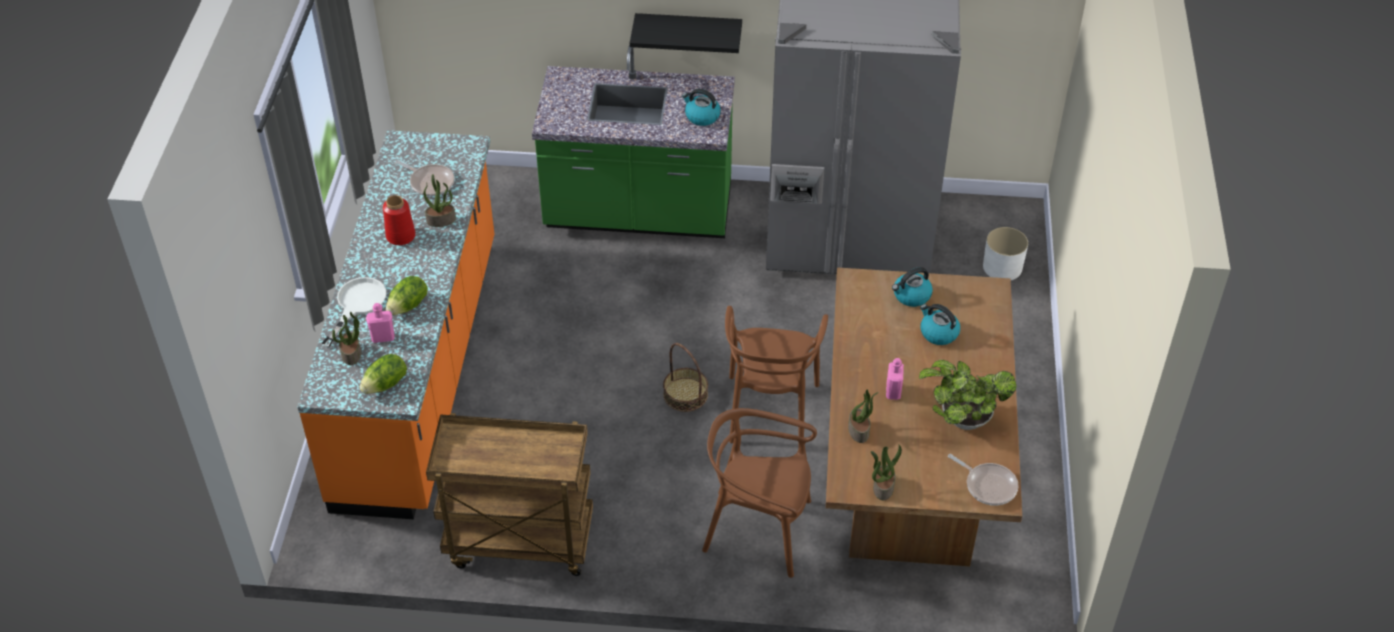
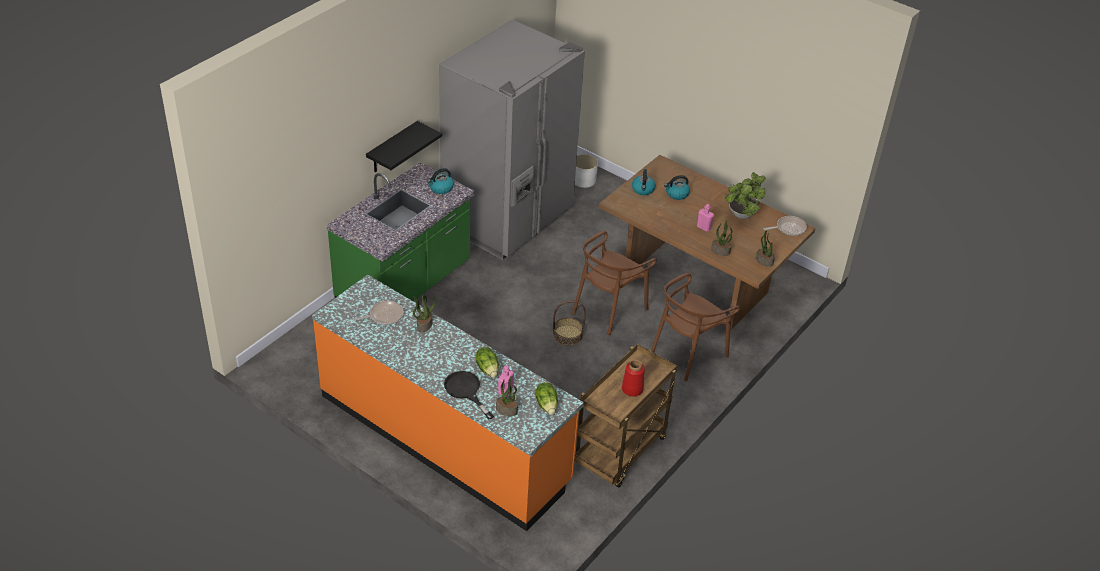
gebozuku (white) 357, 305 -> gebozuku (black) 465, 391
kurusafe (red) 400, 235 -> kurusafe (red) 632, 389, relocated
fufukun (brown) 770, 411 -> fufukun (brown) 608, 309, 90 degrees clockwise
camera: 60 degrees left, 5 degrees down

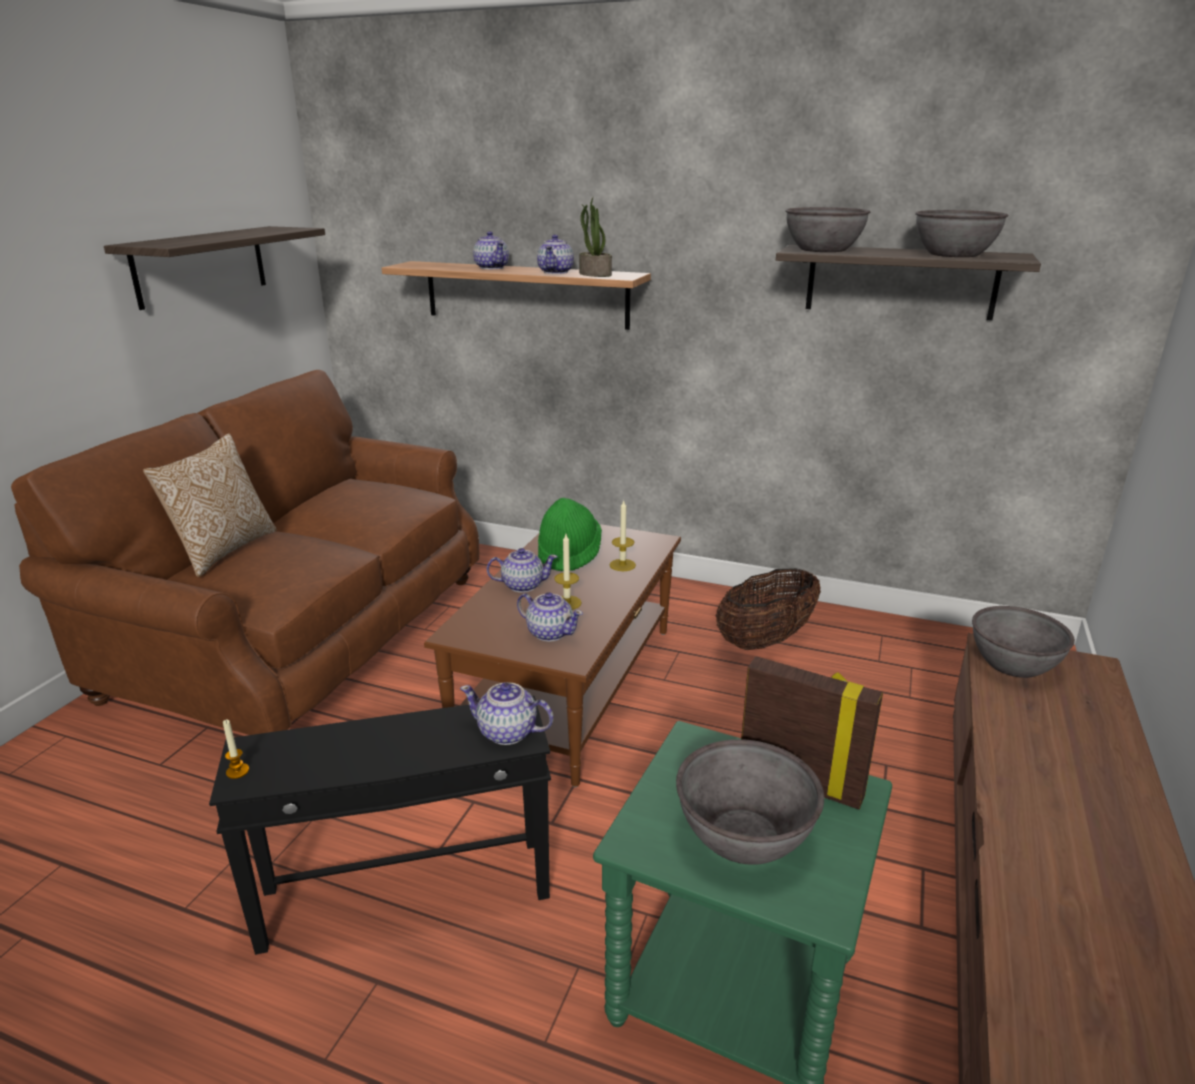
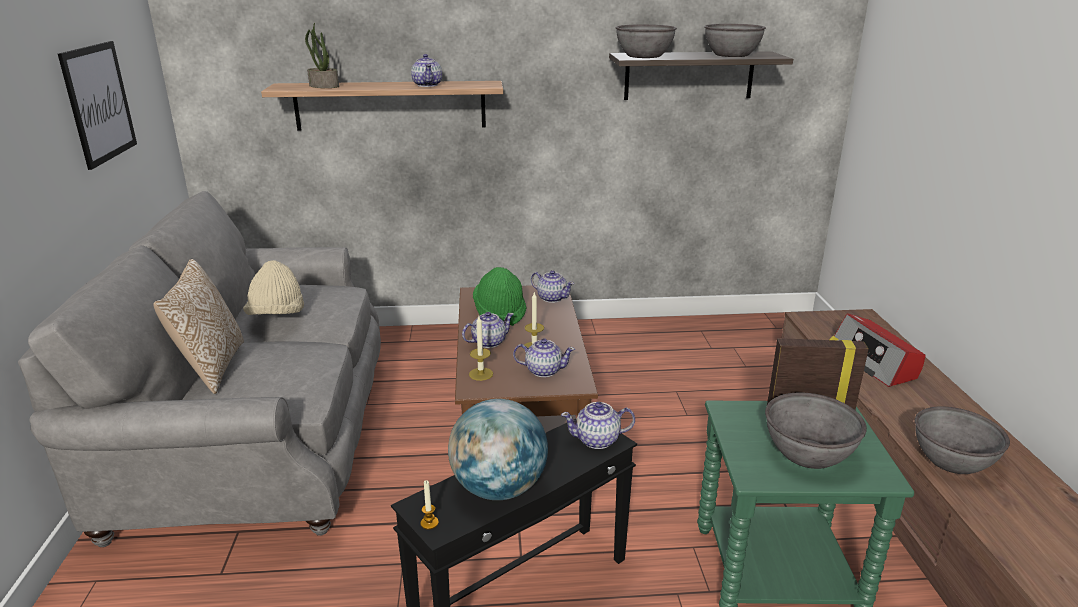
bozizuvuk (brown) 304, 636 -> bozizuvuk (grey) 261, 436
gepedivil 201, 266 -> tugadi 99, 103
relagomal 492, 267 -> relagomal 552, 298, relocated
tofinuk 594, 274 -> tofinuk 323, 86, relocated
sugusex 622, 565 -> sugusex 481, 374, relocated
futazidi 765, 640 -> none
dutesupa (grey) 1013, 664 -> dutesupa (grey) 952, 460, relocated
none -> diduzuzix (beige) 277, 316
none -> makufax 498, 488
none -> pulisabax 874, 362
camera: 25 degrees left, 0 degrees up

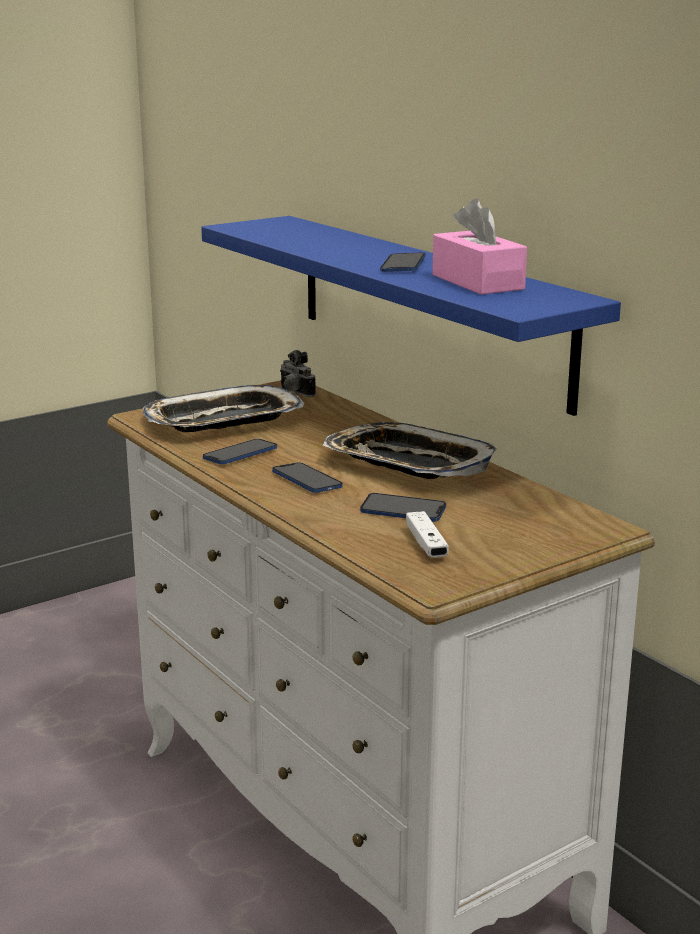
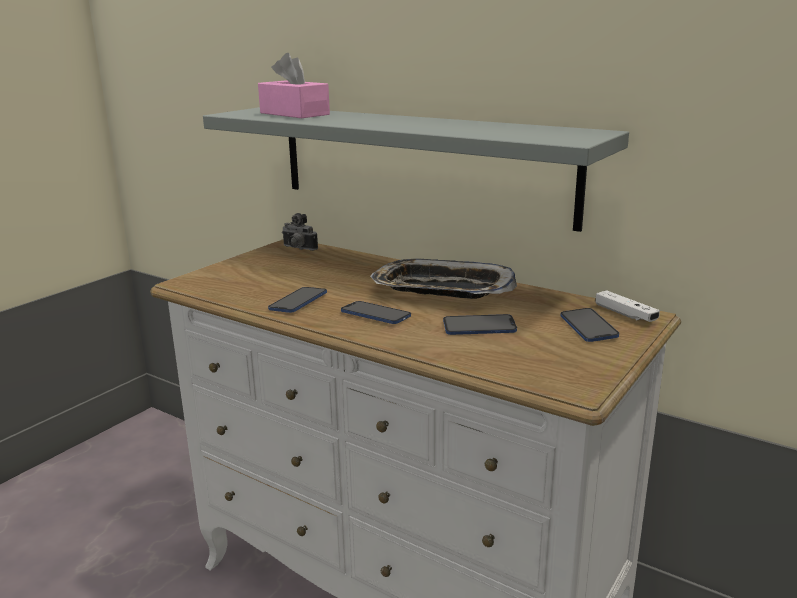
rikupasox 223, 421 -> none
gepedivil (blue) 428, 306 -> gepedivil (grey) 420, 162
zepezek 403, 265 -> zepezek 588, 327, relocated
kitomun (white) 426, 544 -> kitomun (white) 625, 314, relocated
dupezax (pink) 477, 282 -> dupezax (pink) 294, 114, relocated
camera: 20 degrees left, 0 degrees up

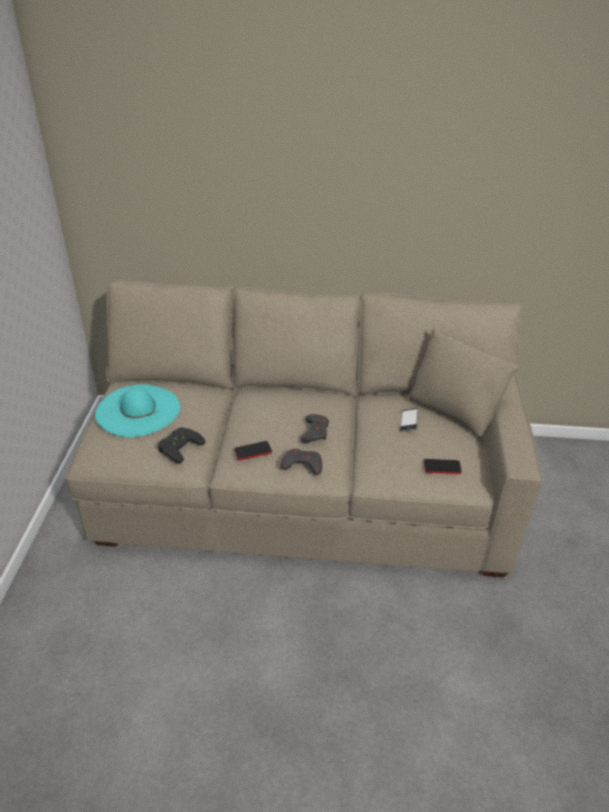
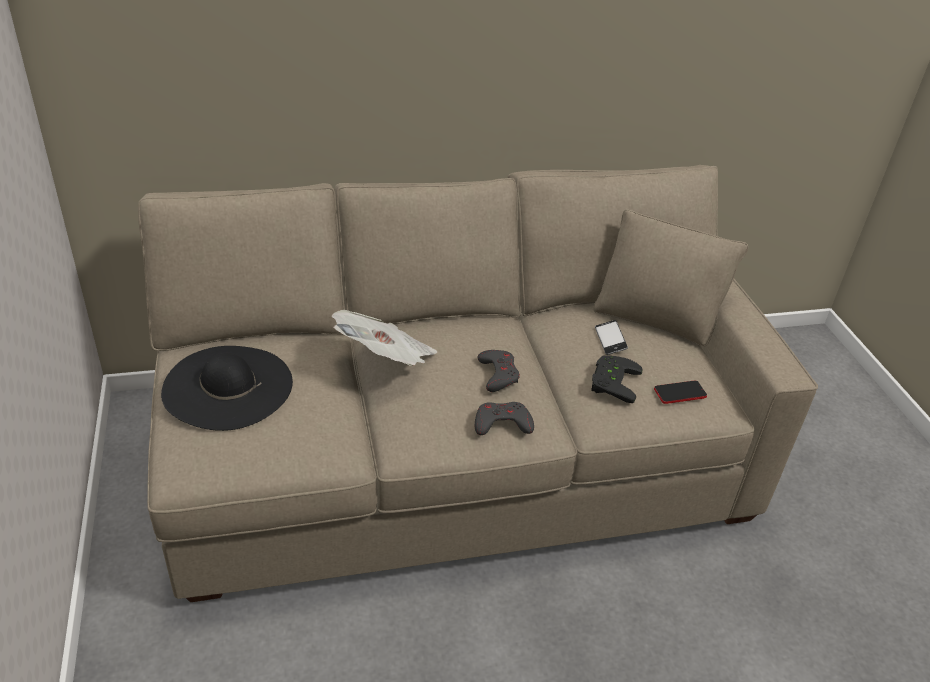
diduzuzix (turquoise) 138, 410 -> diduzuzix (black) 227, 386
kitomun (black) 178, 446 -> kitomun (black) 611, 381, relocated
zepezek 253, 451 -> none
none -> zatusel 385, 359
camera: 20 degrees left, 0 degrees up

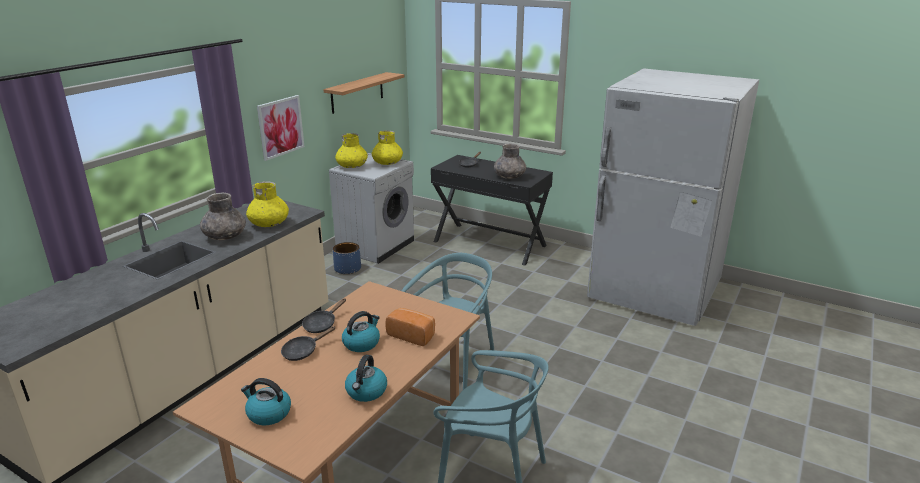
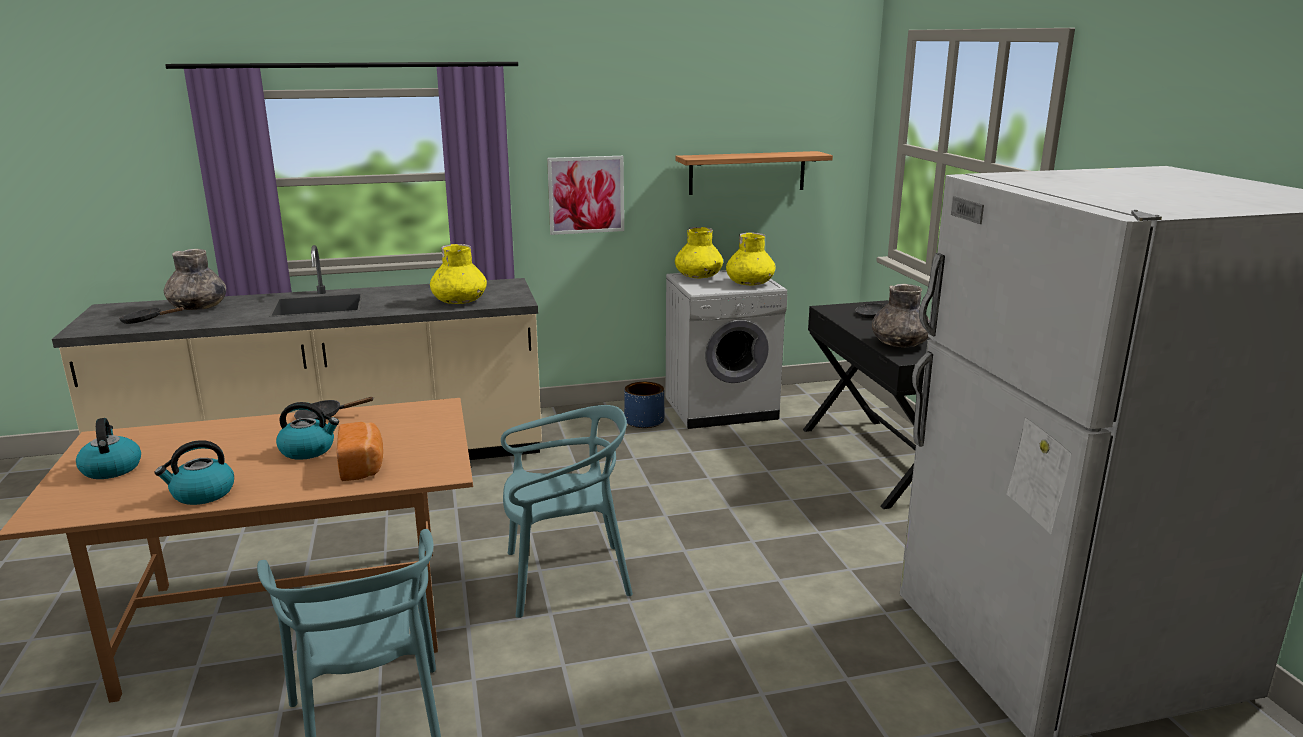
kurusafe (grey) 225, 236 -> kurusafe (grey) 198, 308, relocated
gebozuku (black) 303, 351 -> gebozuku (black) 146, 321, relocated
camera: 45 degrees right, 5 degrees down

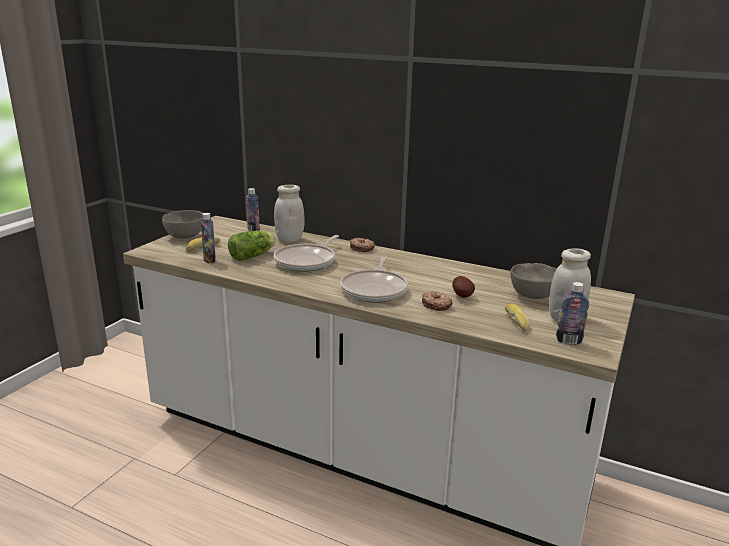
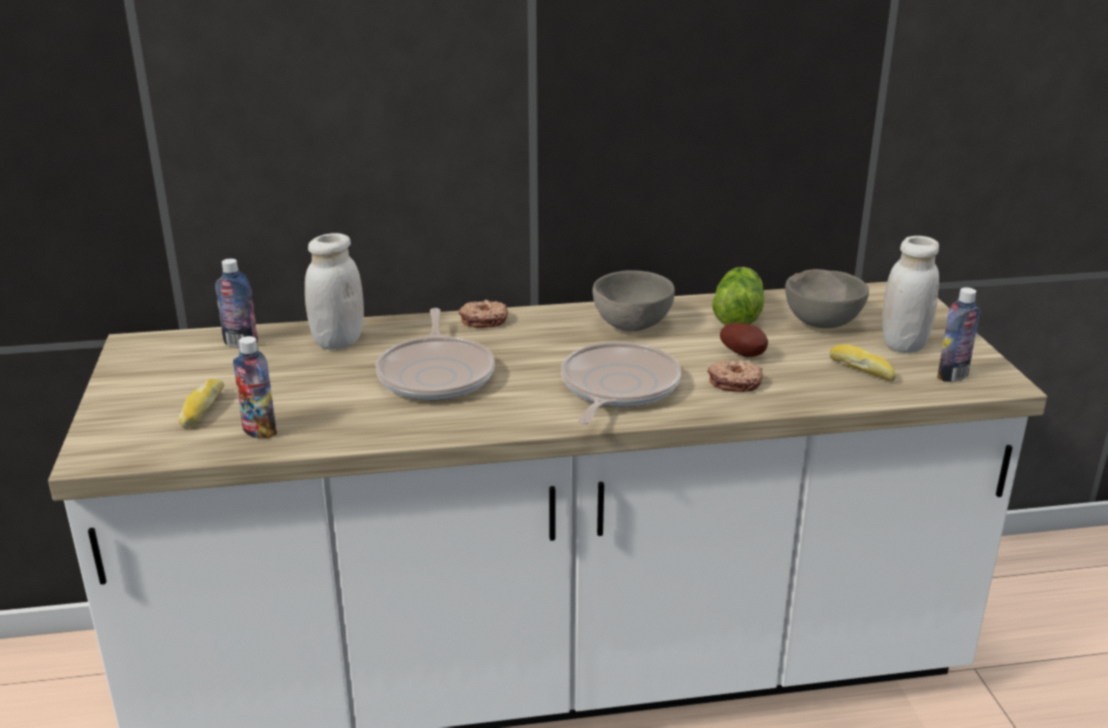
dutesupa (grey) 185, 236 -> dutesupa (grey) 630, 325, relocated
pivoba 253, 256 -> pivoba 738, 314, relocated
gebozuku 375, 289 -> gebozuku 617, 388, 135 degrees counterclockwise
camera: 35 degrees left, 5 degrees up

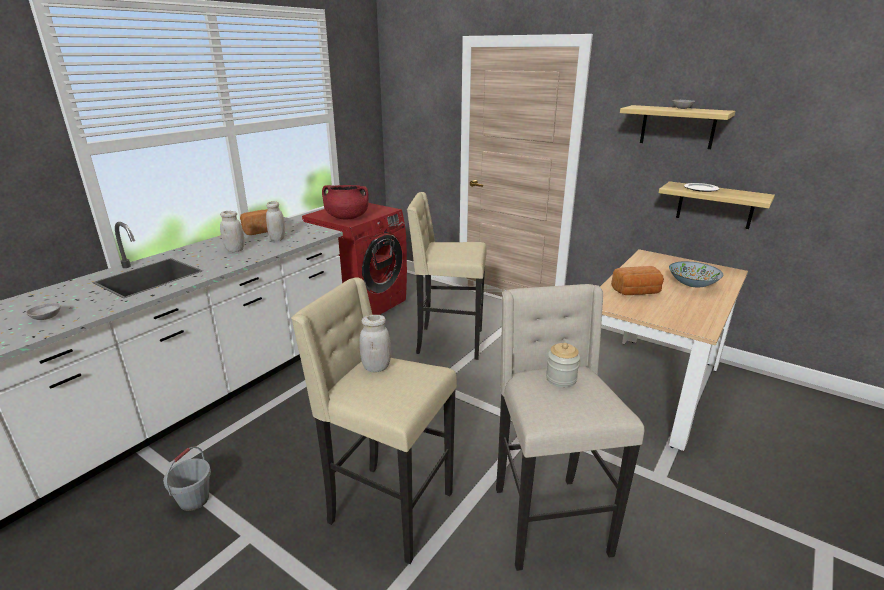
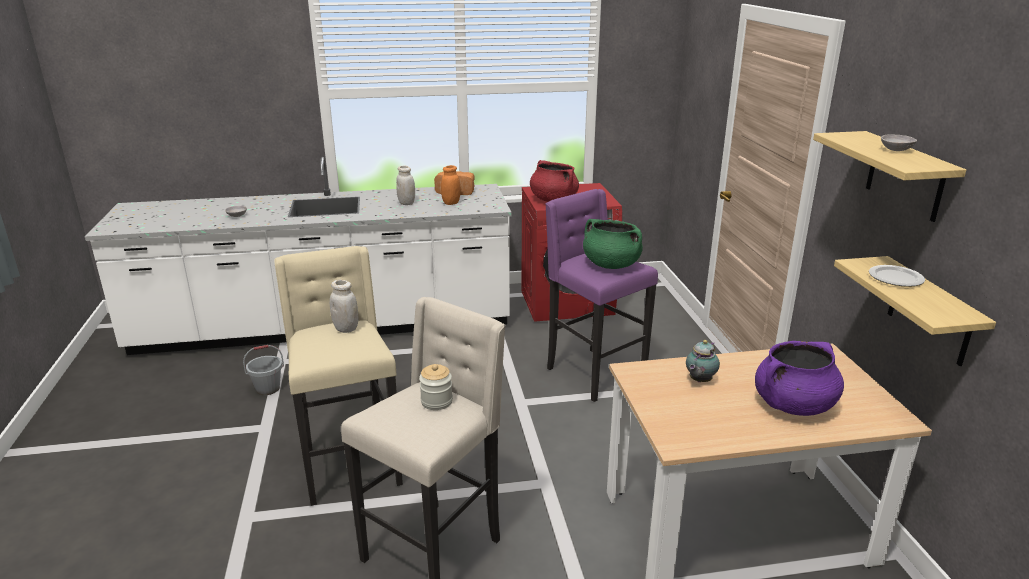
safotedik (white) 277, 239 -> safotedik (orange) 451, 203
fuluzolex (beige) 448, 342 -> fuluzolex (purple) 593, 373
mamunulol 637, 292 -> relagomal 699, 381
dutesupa 692, 284 -> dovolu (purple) 793, 405
none -> dovolu (green) 610, 264
camera: 45 degrees right, 0 degrees up

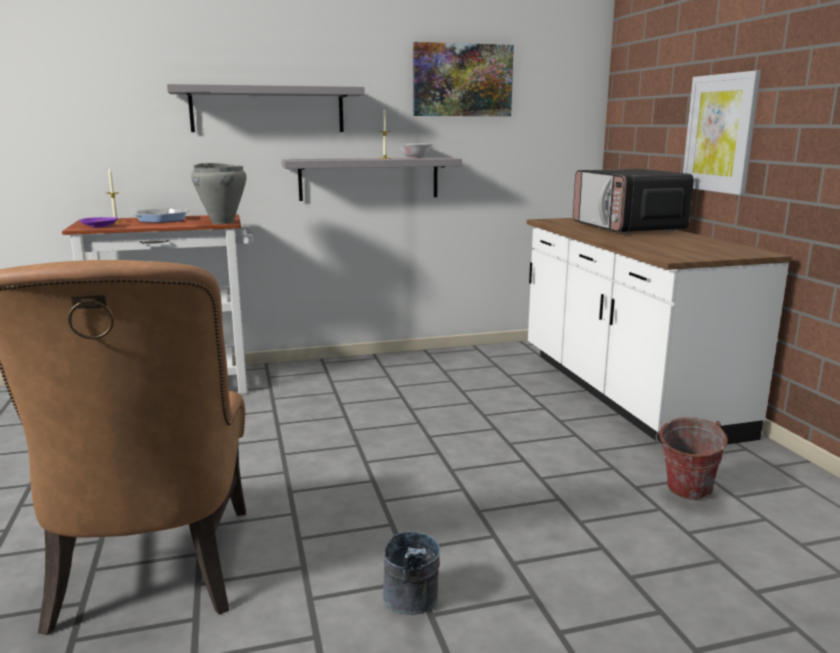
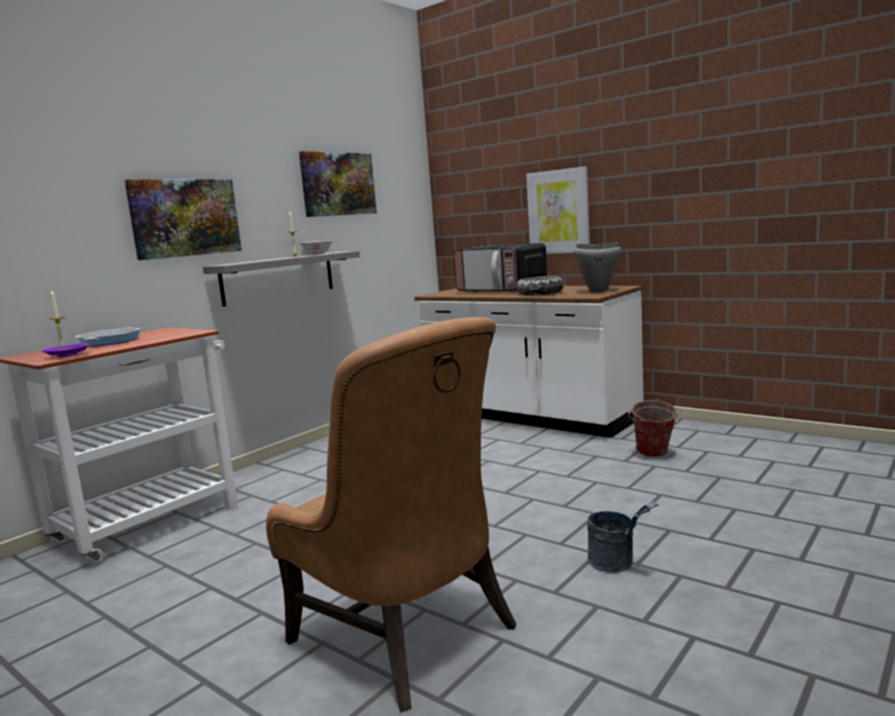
gepedivil (grey) 268, 109 -> tugadi 185, 218
dovolu (grey) 223, 222 -> dovolu (grey) 598, 291, relocated
none -> dutesupa 540, 293
camera: 35 degrees left, 5 degrees down

